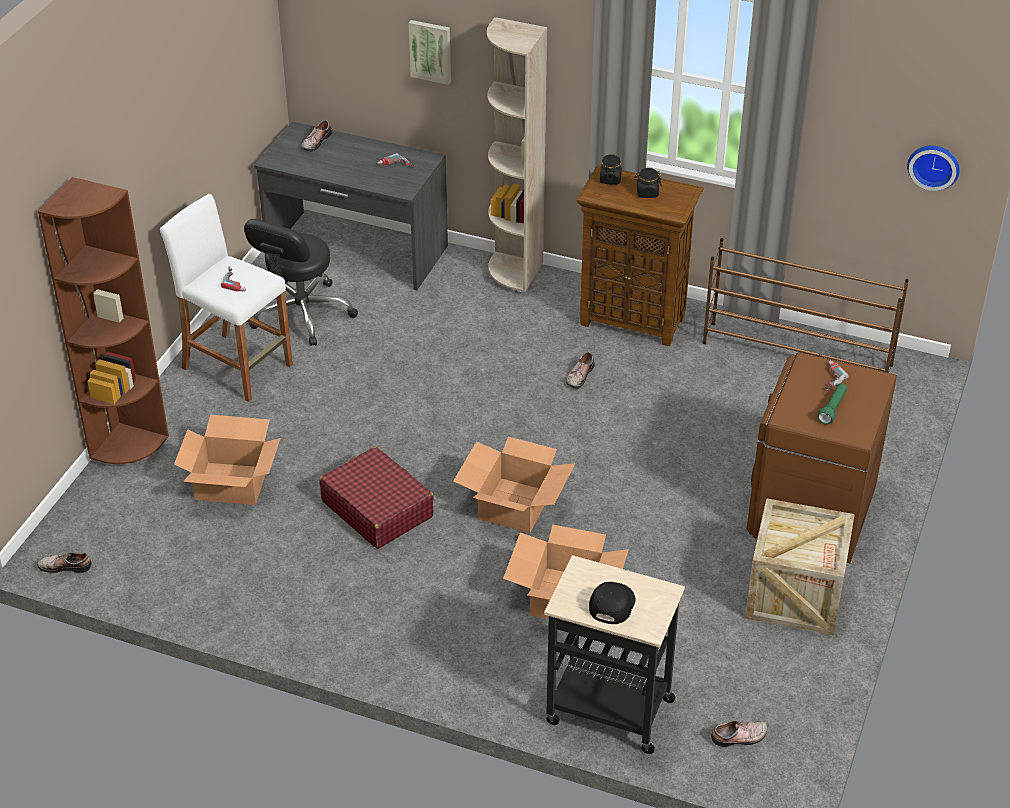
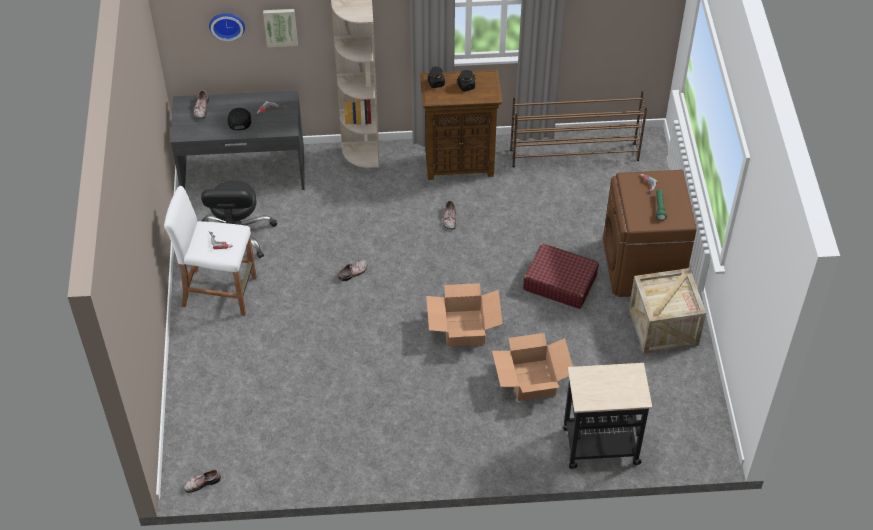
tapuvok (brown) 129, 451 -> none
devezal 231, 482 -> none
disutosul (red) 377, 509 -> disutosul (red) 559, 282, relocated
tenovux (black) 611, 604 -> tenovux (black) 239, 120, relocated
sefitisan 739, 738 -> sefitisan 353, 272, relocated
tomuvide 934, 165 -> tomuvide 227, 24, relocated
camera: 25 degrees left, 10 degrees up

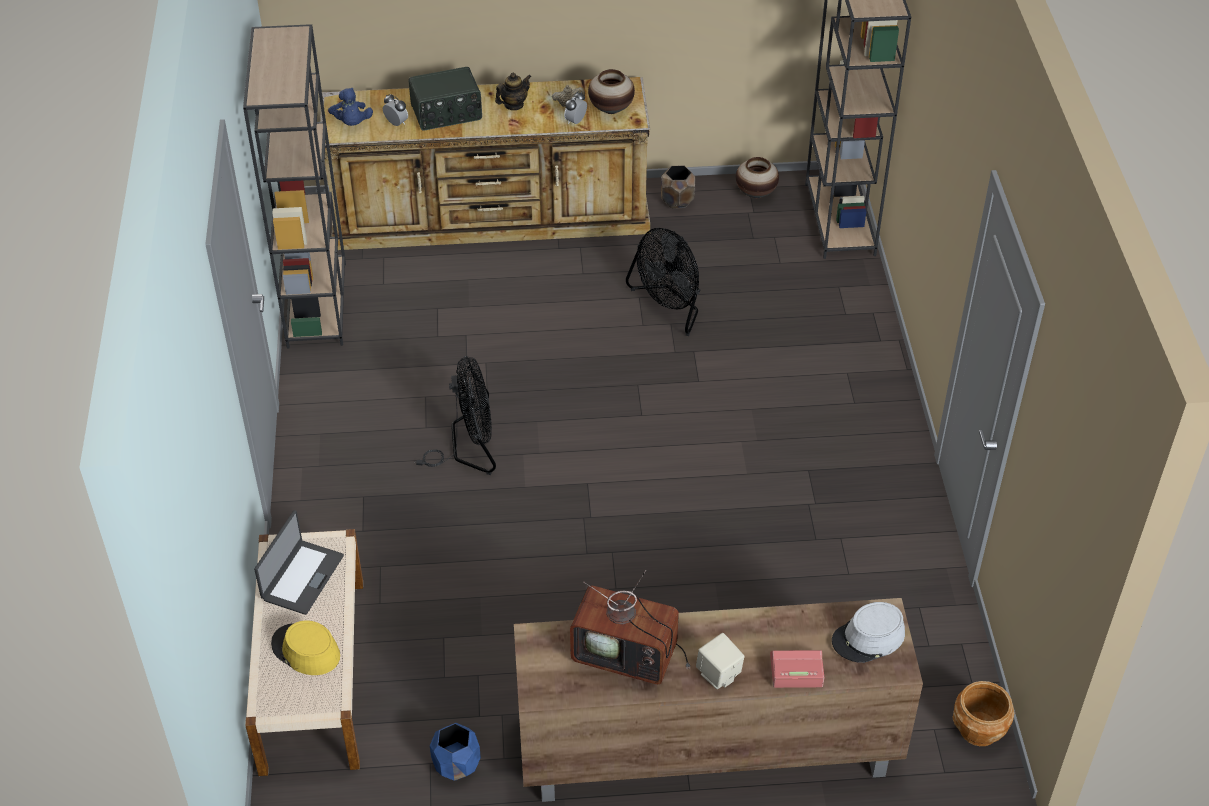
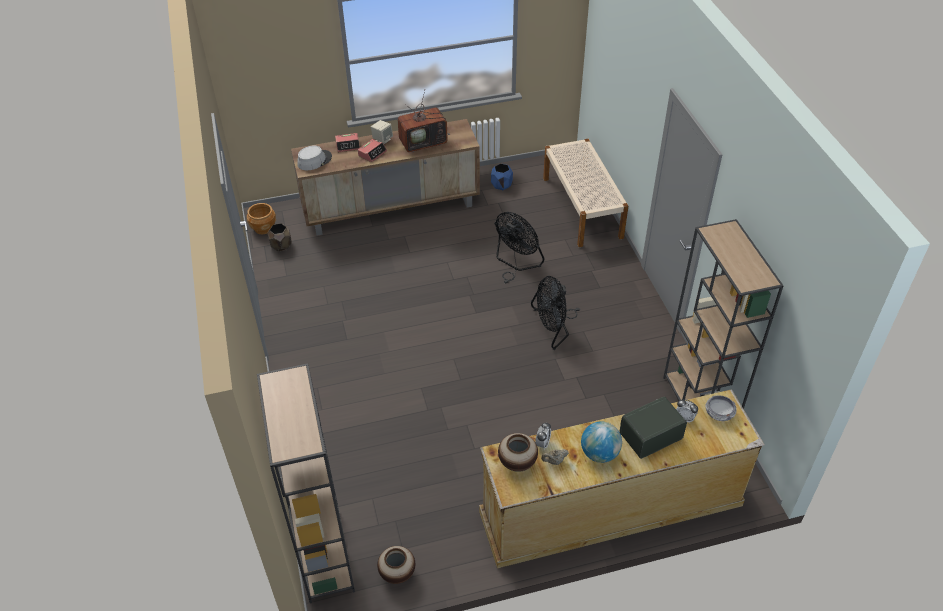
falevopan 301, 577 -> none
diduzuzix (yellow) 305, 650 -> none
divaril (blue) 352, 123 -> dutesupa 719, 413
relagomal 513, 105 -> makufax 599, 453
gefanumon 628, 654 -> gefanumon 424, 142, 150 degrees clockwise
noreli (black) 670, 303 -> noreli (black) 514, 261, relocated
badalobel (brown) 677, 200 -> badalobel (brown) 281, 246, relocated
none -> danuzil 372, 153
camera: 170 degrees right, 0 degrees up

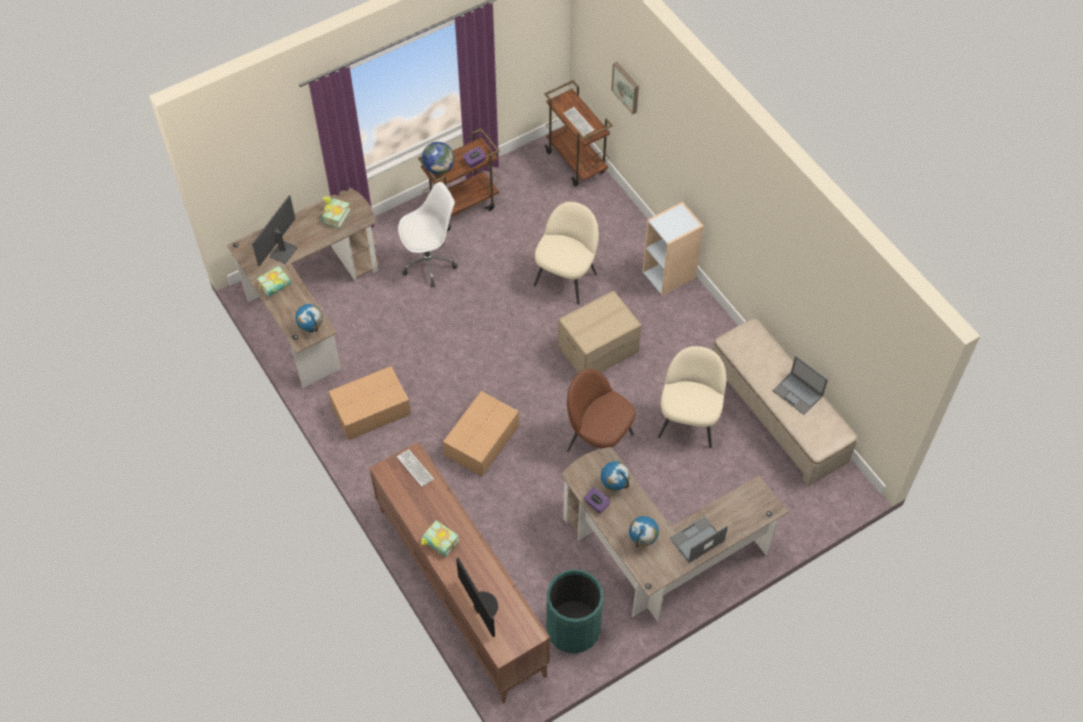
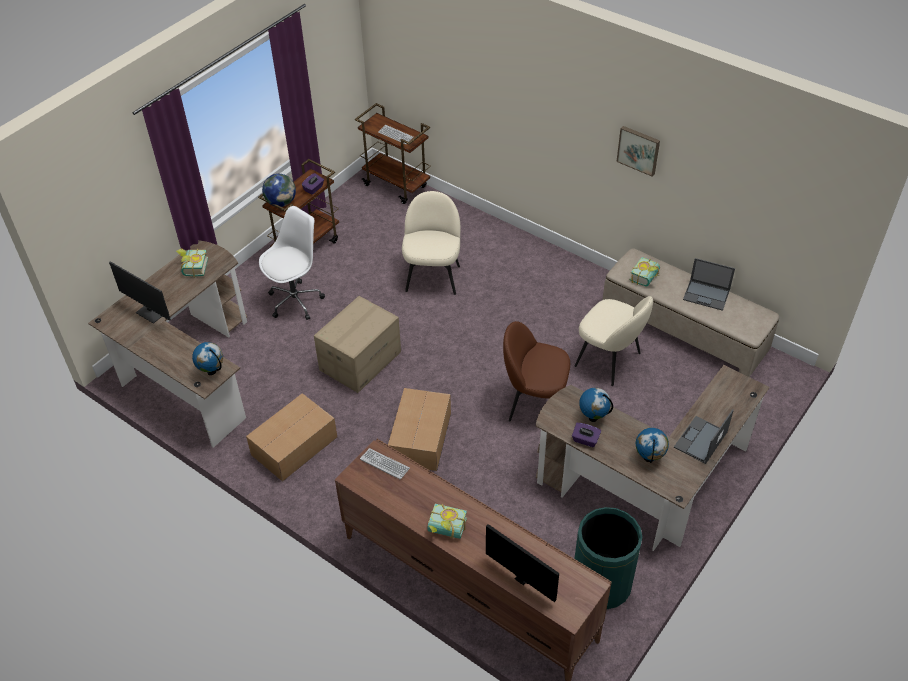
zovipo 282, 252 -> zovipo 151, 312, 60 degrees counterclockwise
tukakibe 277, 288 -> tukakibe 647, 278, relocated
devezal 597, 349 -> devezal 360, 360, relocated
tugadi 626, 87 -> tugadi 639, 150, relocated
tapuvok 669, 275 -> none
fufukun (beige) 688, 422 -> fufukun (beige) 609, 360, 135 degrees clockwise
camera: 20 degrees left, 10 degrees down

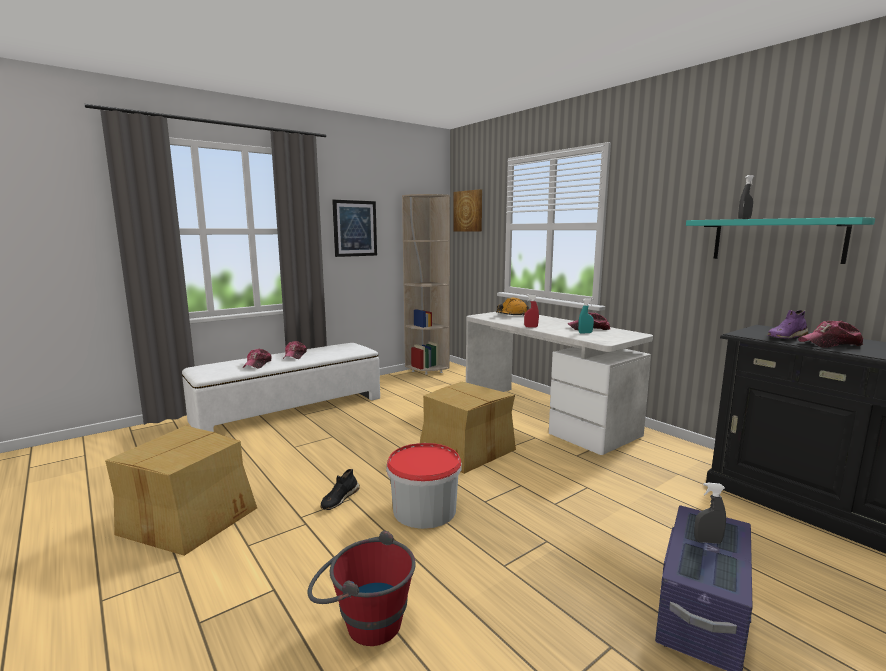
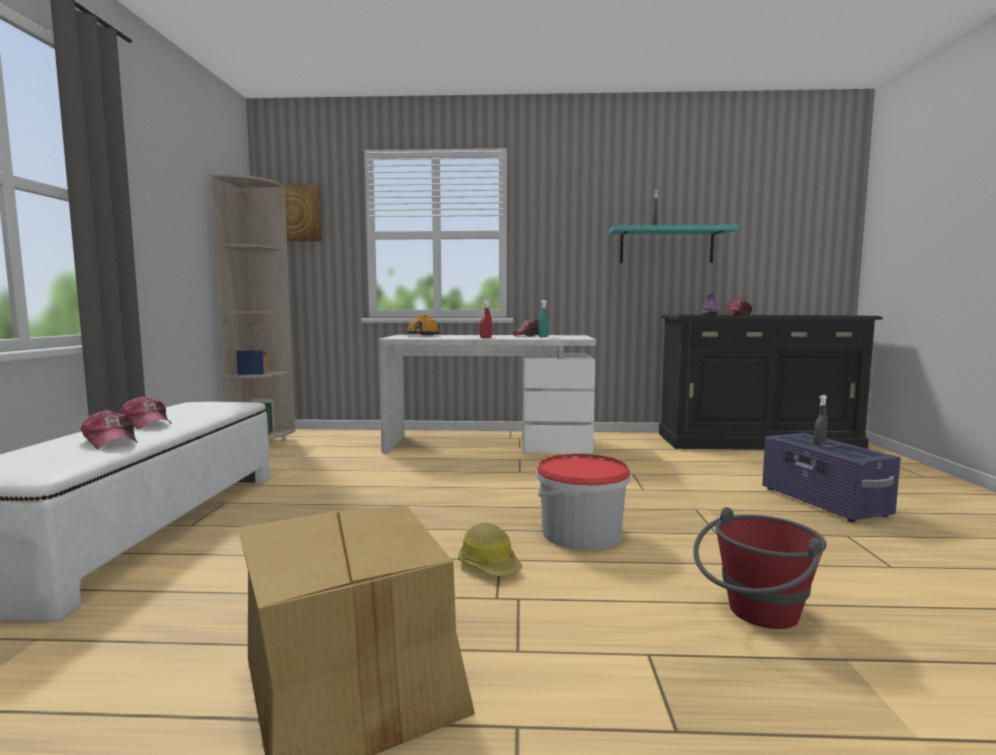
sefitisan (black) 339, 499 -> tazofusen 490, 565
tugadi 355, 228 -> none
devezal 466, 450 -> none
camera: 50 degrees left, 5 degrees down

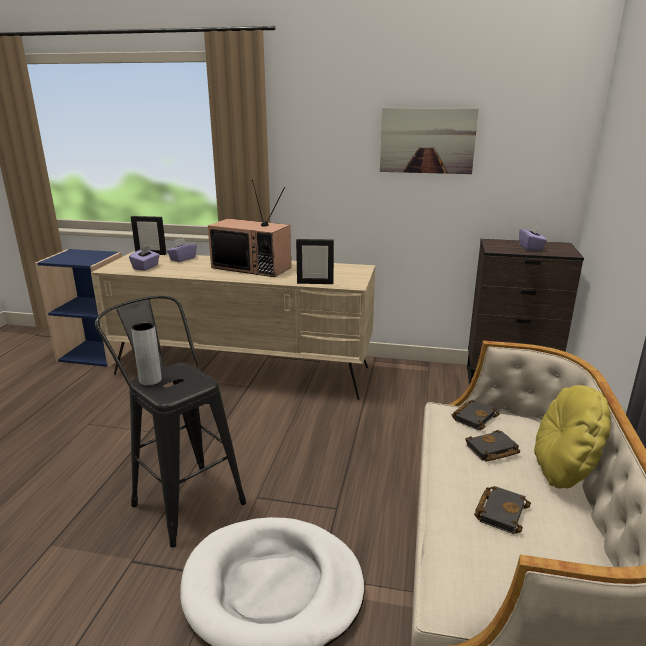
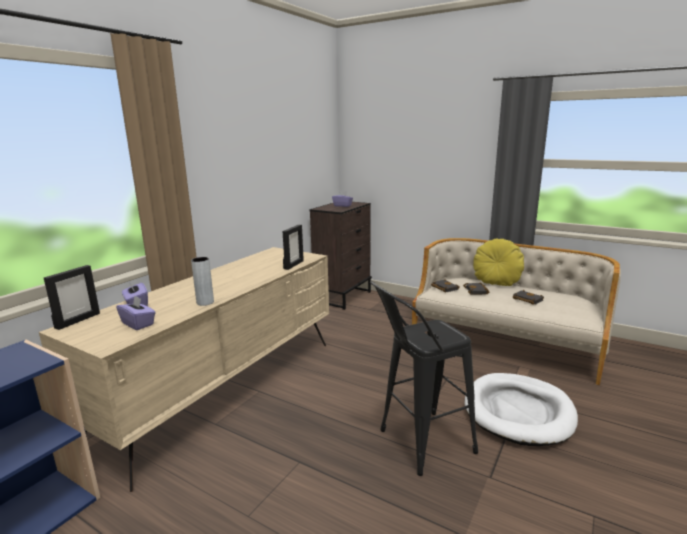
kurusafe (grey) 150, 380 -> kurusafe (grey) 205, 302, relocated
gefanumon 253, 267 -> none
tugadi 427, 141 -> none
camera: 70 degrees left, 5 degrees down

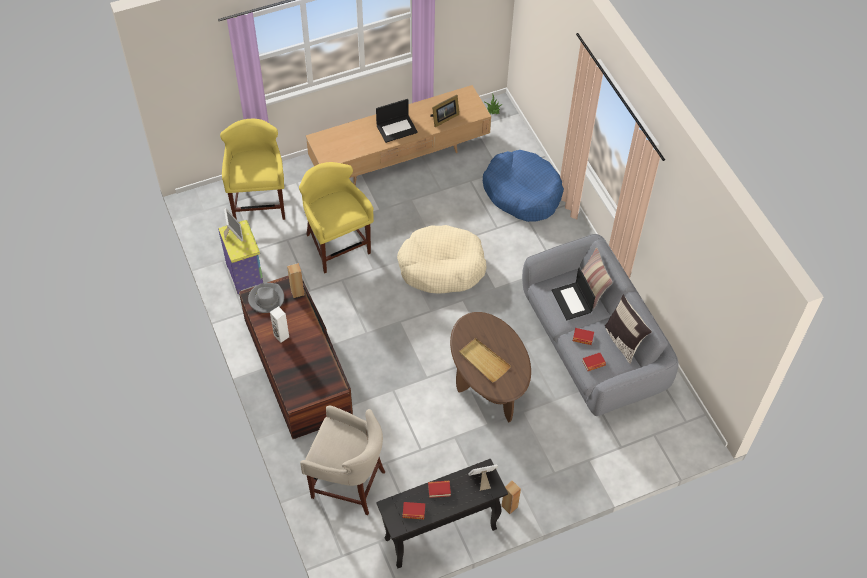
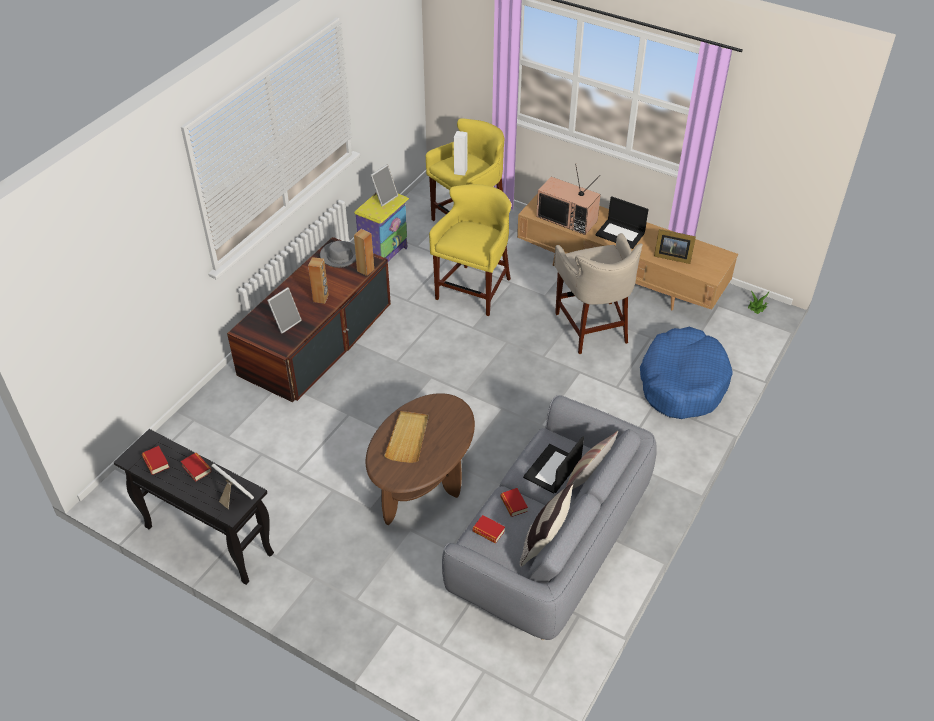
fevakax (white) 281, 336 -> fevakax (white) 460, 171, relocated
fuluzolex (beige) 348, 482 -> fuluzolex (beige) 592, 326, relocated
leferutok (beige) 441, 266 -> none
fevakax (brown) 509, 506 -> fevakax (brown) 321, 298, relocated
none -> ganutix 286, 322
none -> gefanumon 568, 218
camera: 55 degrees right, 10 degrees down

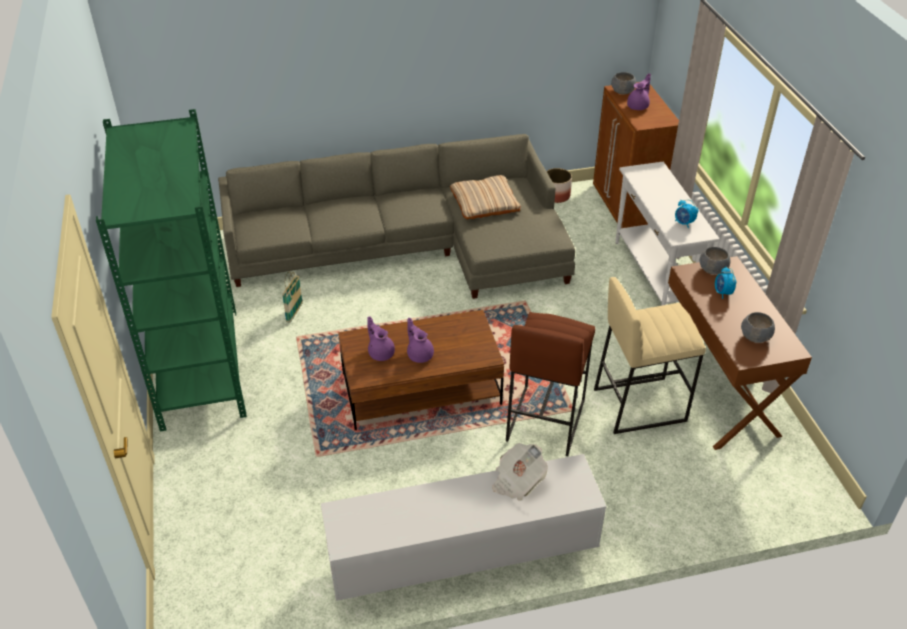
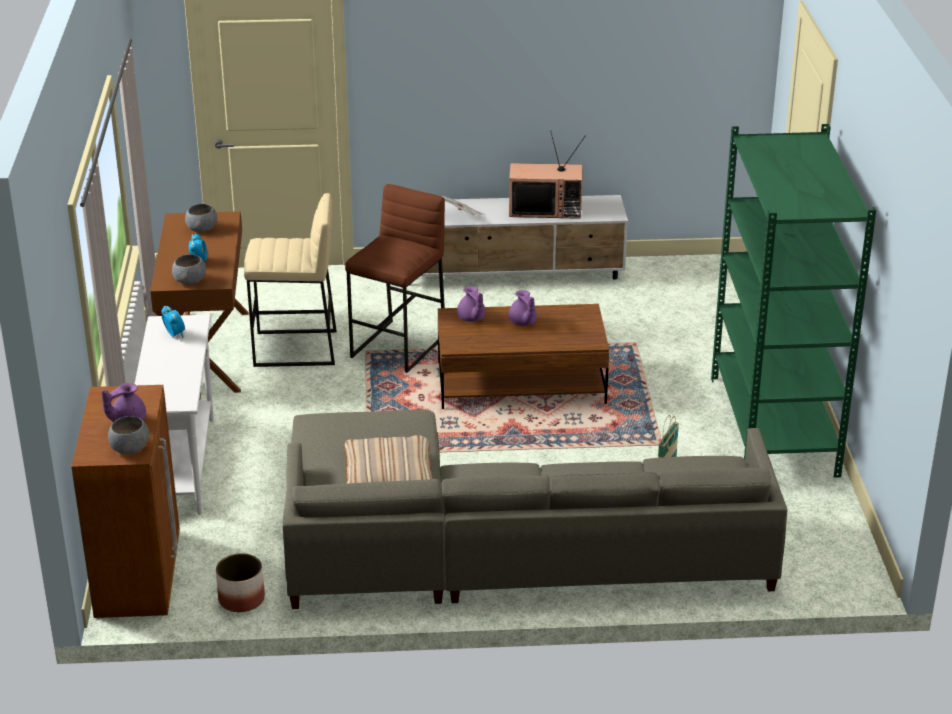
relagomal (purple) 381, 352 -> relagomal (purple) 471, 318, relocated
none -> gefanumon 546, 209
camera: 170 degrees left, 10 degrees down

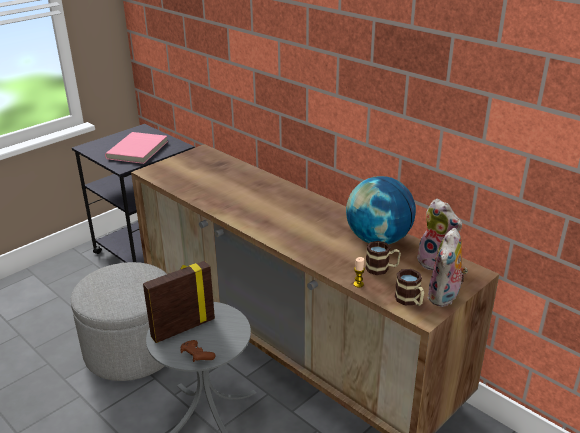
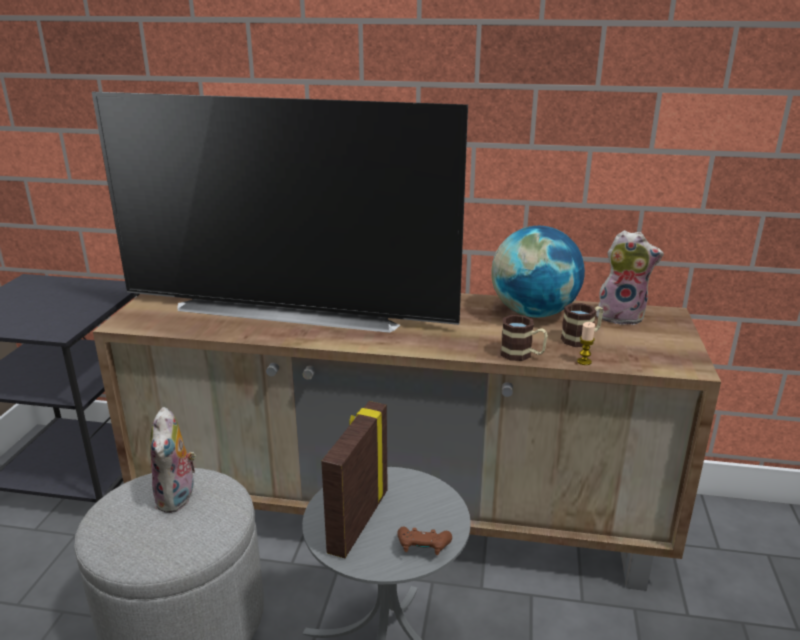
tukakibe (pink) 138, 150 -> none
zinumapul 410, 301 -> zinumapul 522, 355, relocated
divaril 445, 297 -> divaril 178, 498, relocated
none -> gefanumon 291, 309
camera: 35 degrees left, 5 degrees down

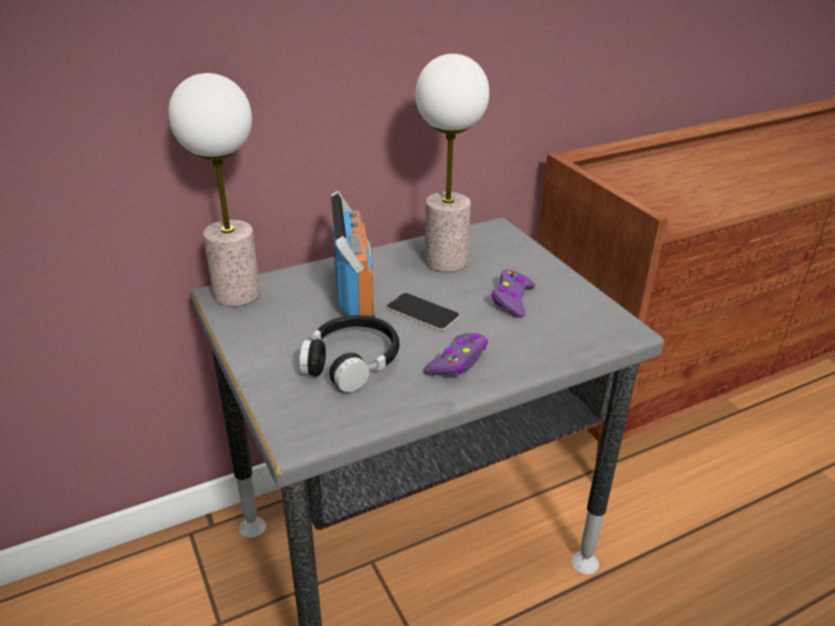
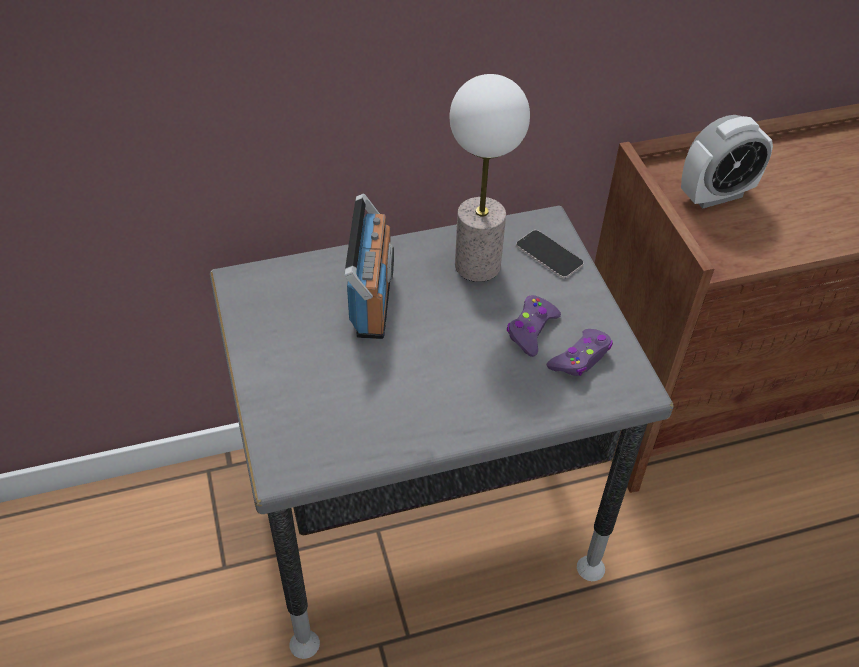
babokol 237, 293 -> none
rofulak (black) 351, 362 -> none
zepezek 422, 312 -> zepezek 549, 255, relocated
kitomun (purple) 457, 362 -> kitomun (purple) 580, 358, relocated
none -> danuzil 715, 195
camera: 10 degrees right, 15 degrees up

